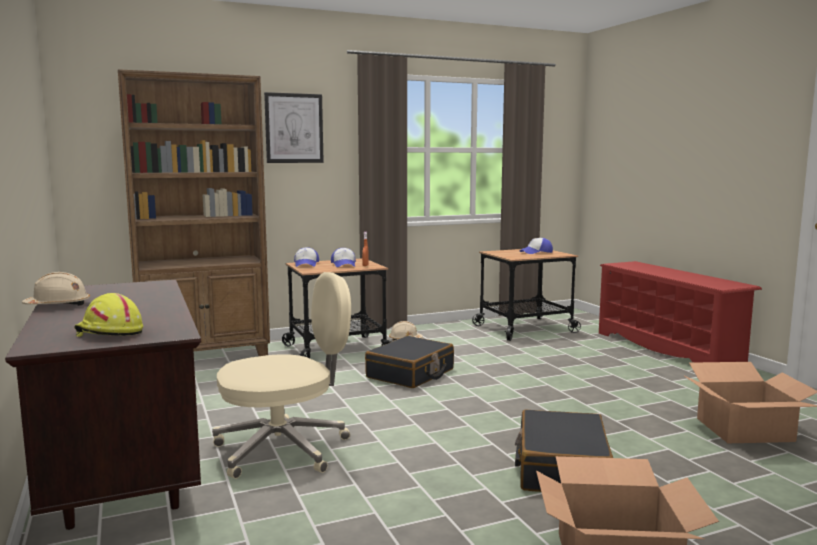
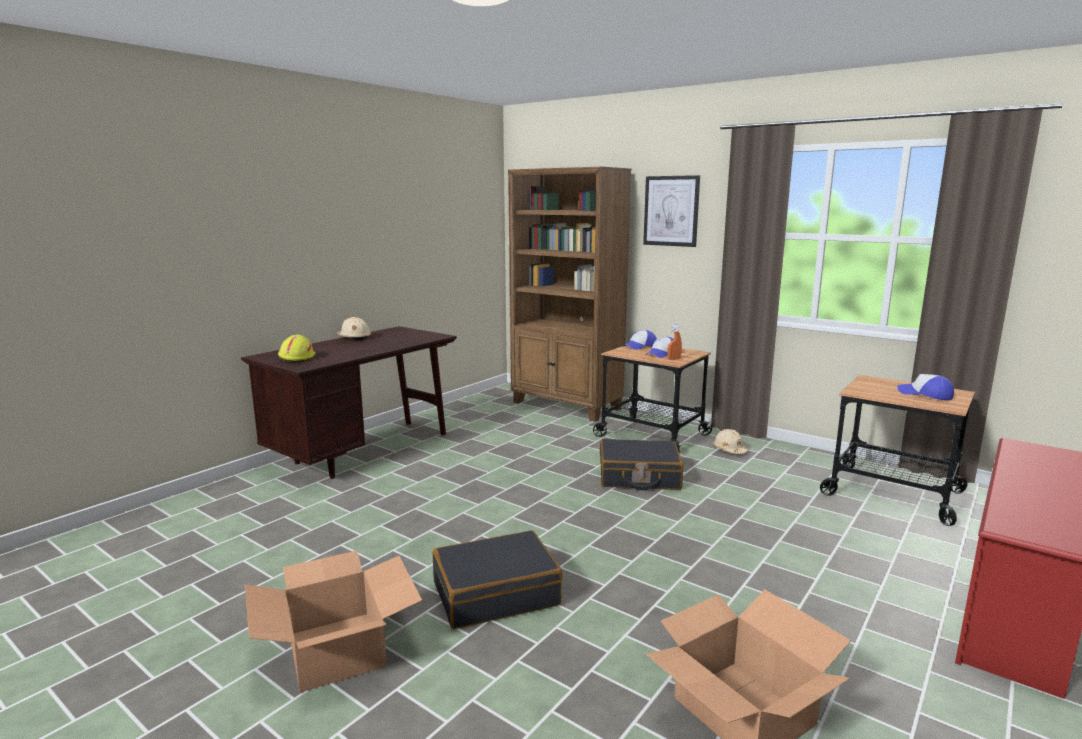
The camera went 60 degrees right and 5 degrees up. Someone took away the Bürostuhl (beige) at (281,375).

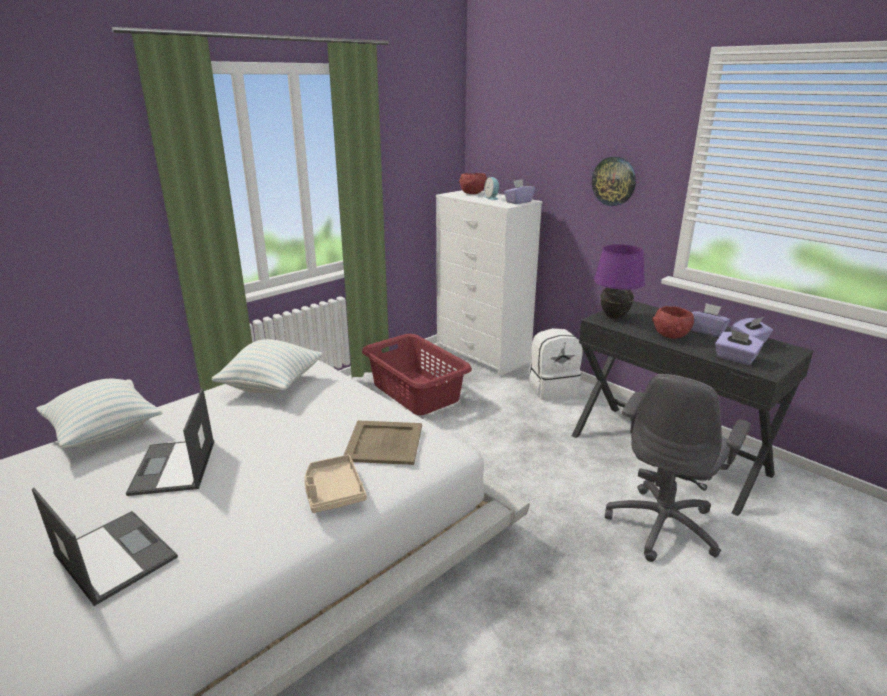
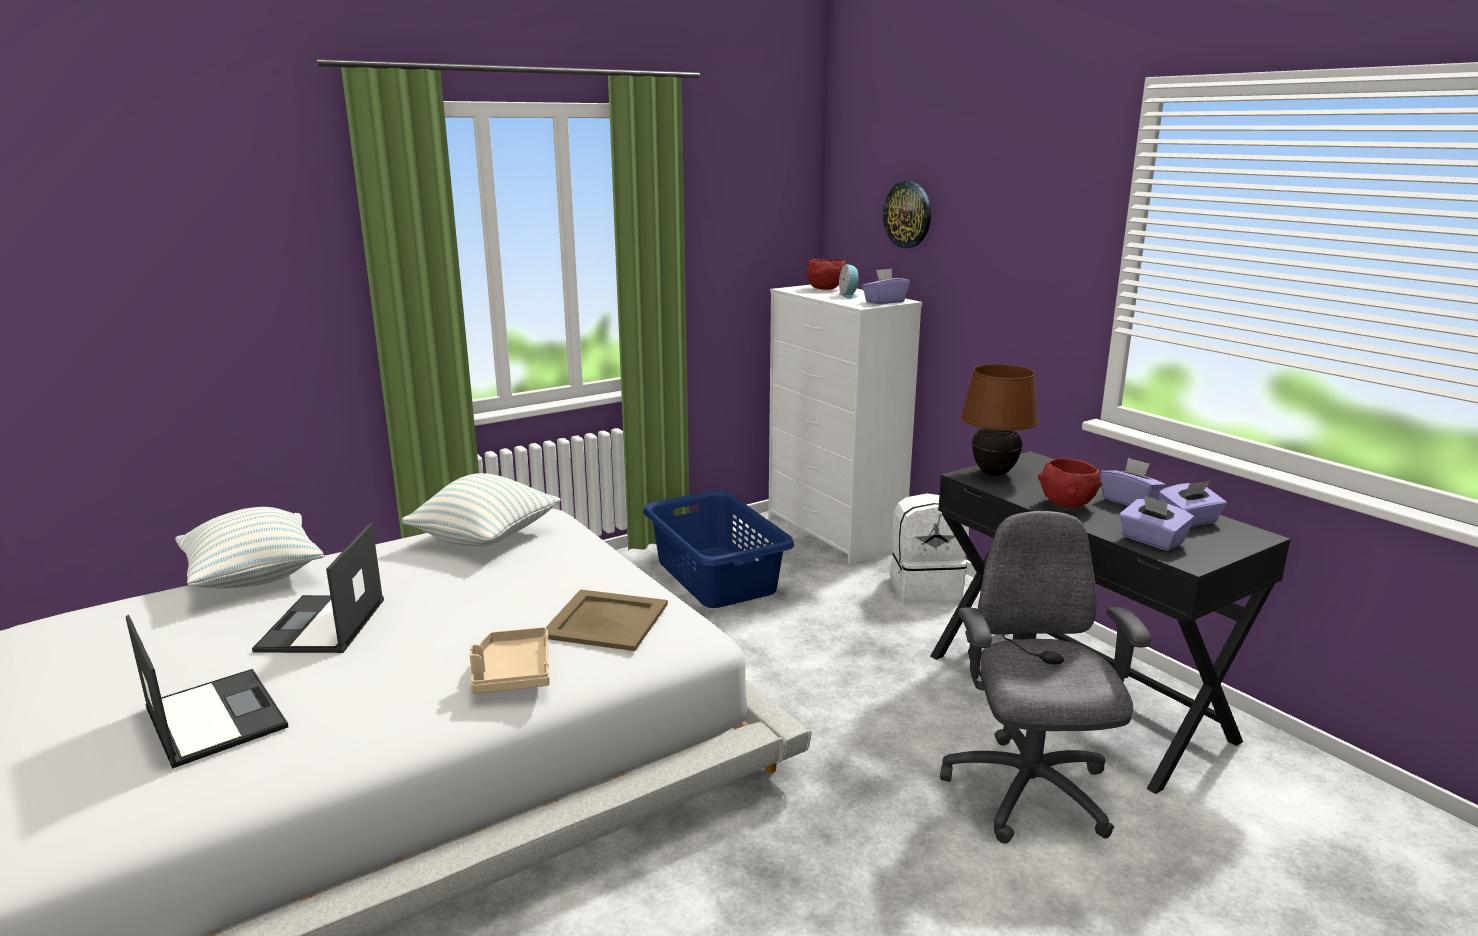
The camera went 10 degrees right and 5 degrees down. Someone repainted the Wäschekorb (rot) at (417,374), which became the Wäschekorb (blau) at (718,549). Someone carried the Wanduhr from (614,181) to (907,214). Someone repainted the Tischlampe (lila) at (619,281), which became the Tischlampe (braun) at (999,420). Someone rotated the Bürostuhl (grau) at (678,468) by 135 degrees clockwise.

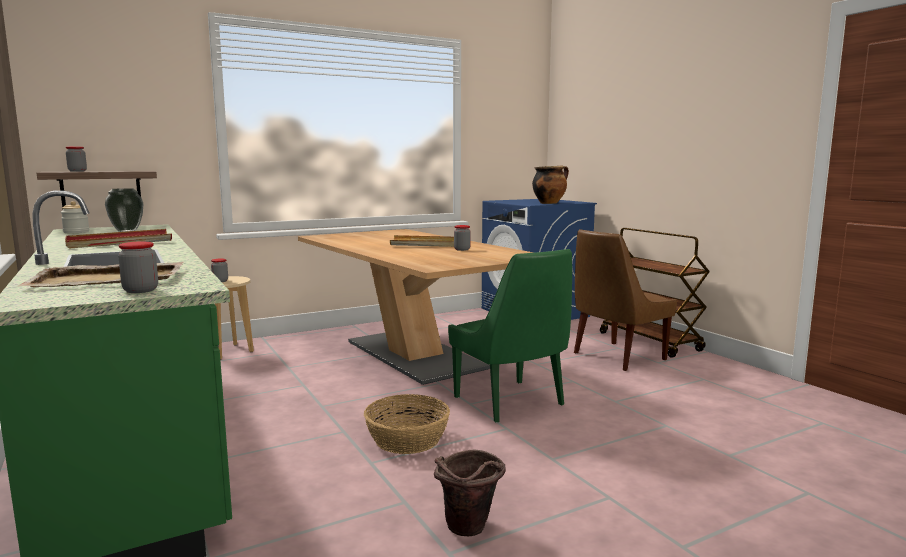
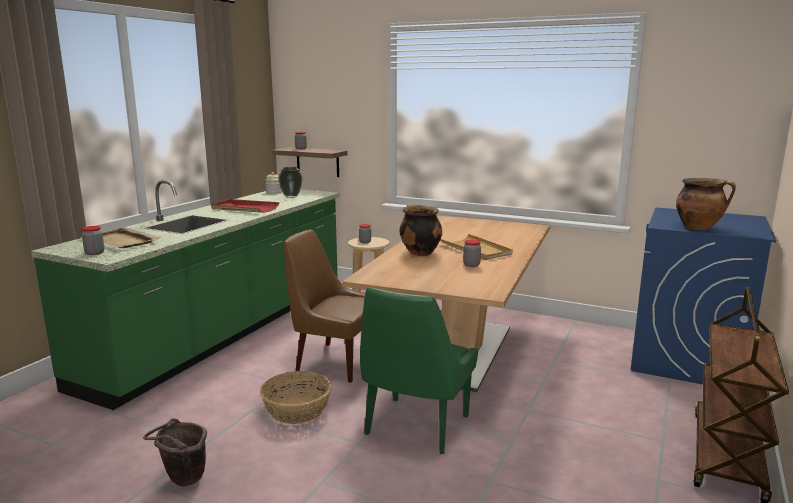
The camera went 55 degrees right and 5 degrees up. Someone carried the Stuhl (braun) from (625,300) to (324,306). Someone put down the Kochtopf at (420,230).

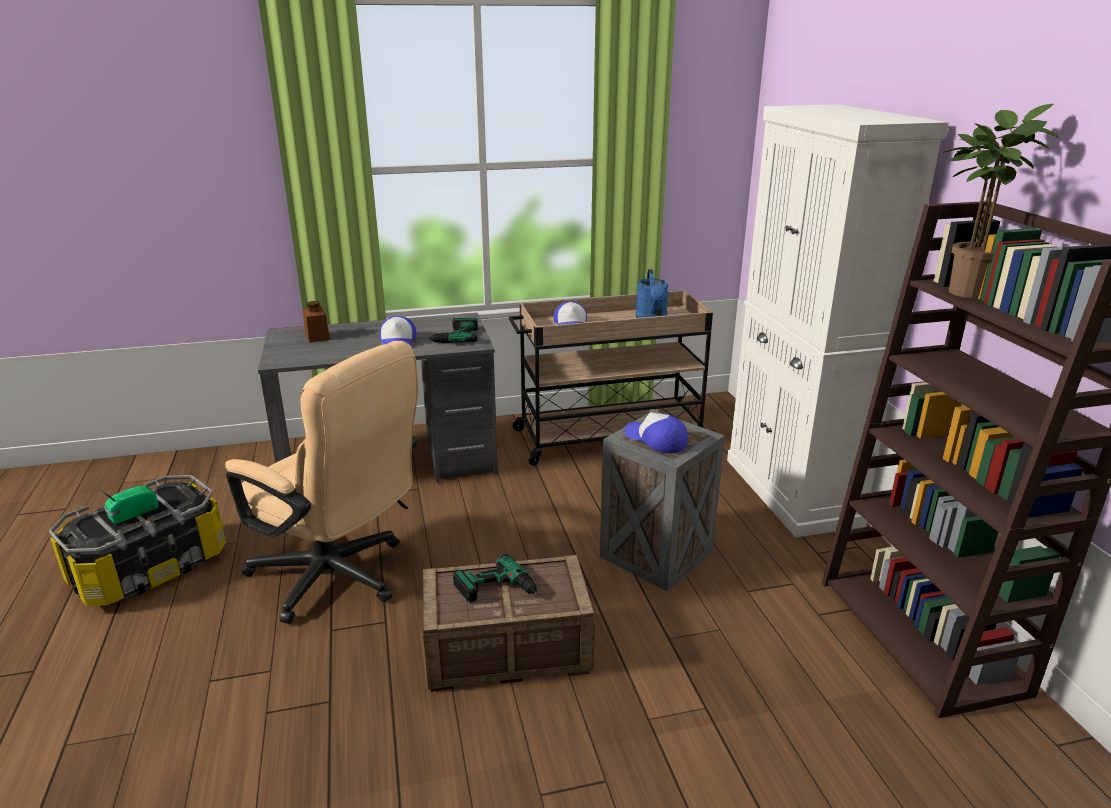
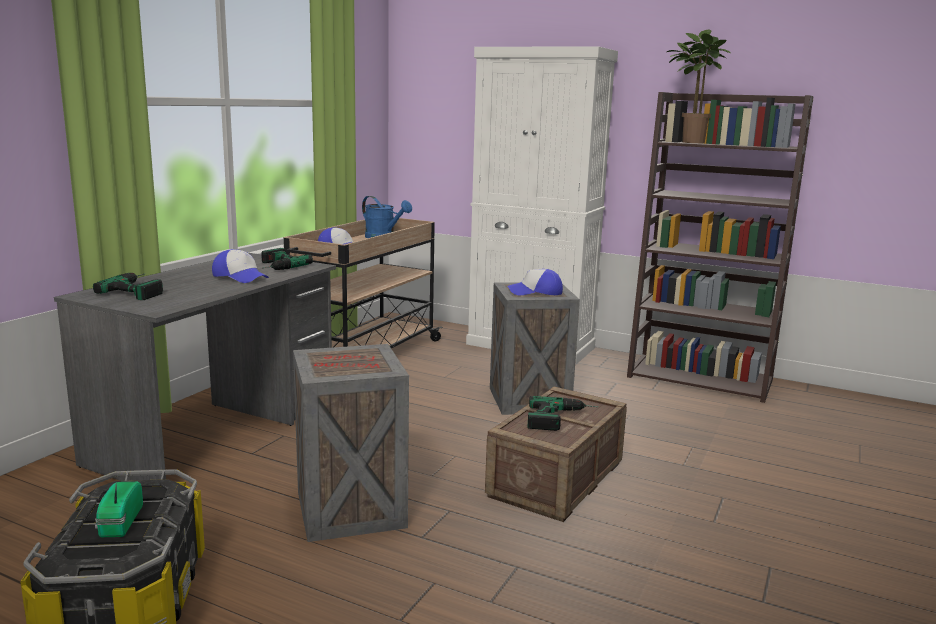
The camera went 50 degrees left and 10 degrees down. Someone swapped the Bürostuhl (beige) at (321,482) for the Kiste at (351,443). Someone swapped the Vorratsglas (braun) at (316,322) for the Bohrmaschine at (128,286).

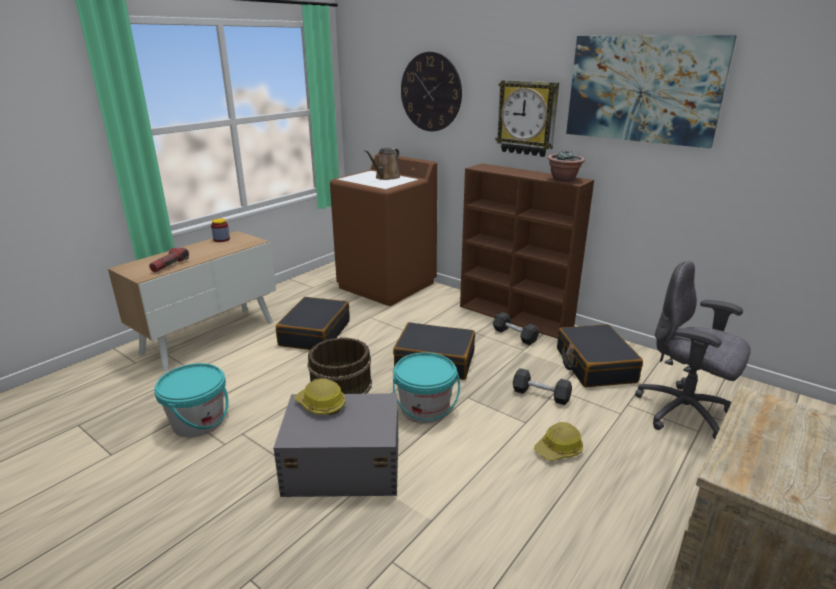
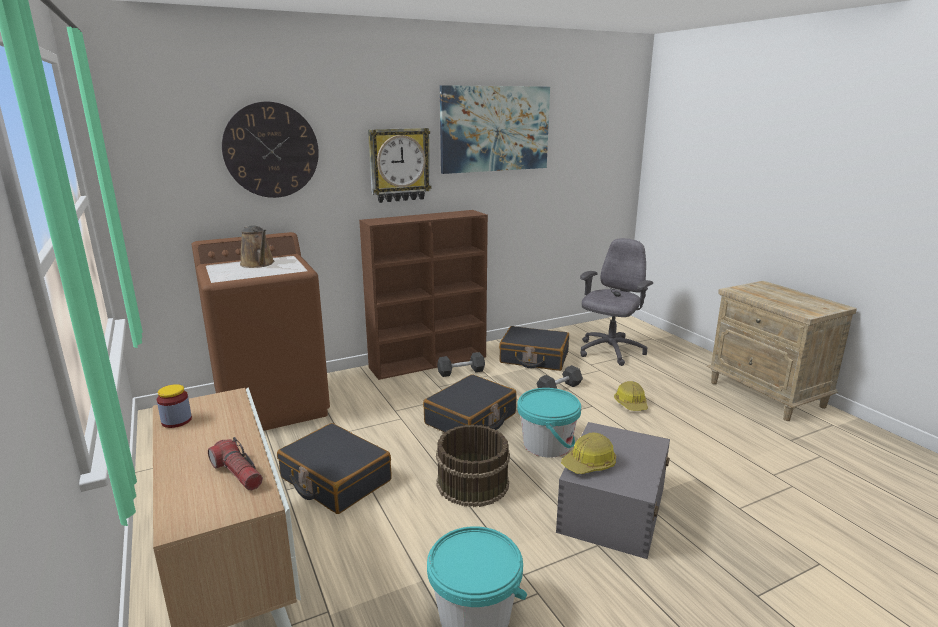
The camera went 65 degrees left and 5 degrees down. Someone took away the Topfpflanze at (566,166). Someone rotated the Bürostuhl (grau) at (693,350) by 150 degrees clockwise.

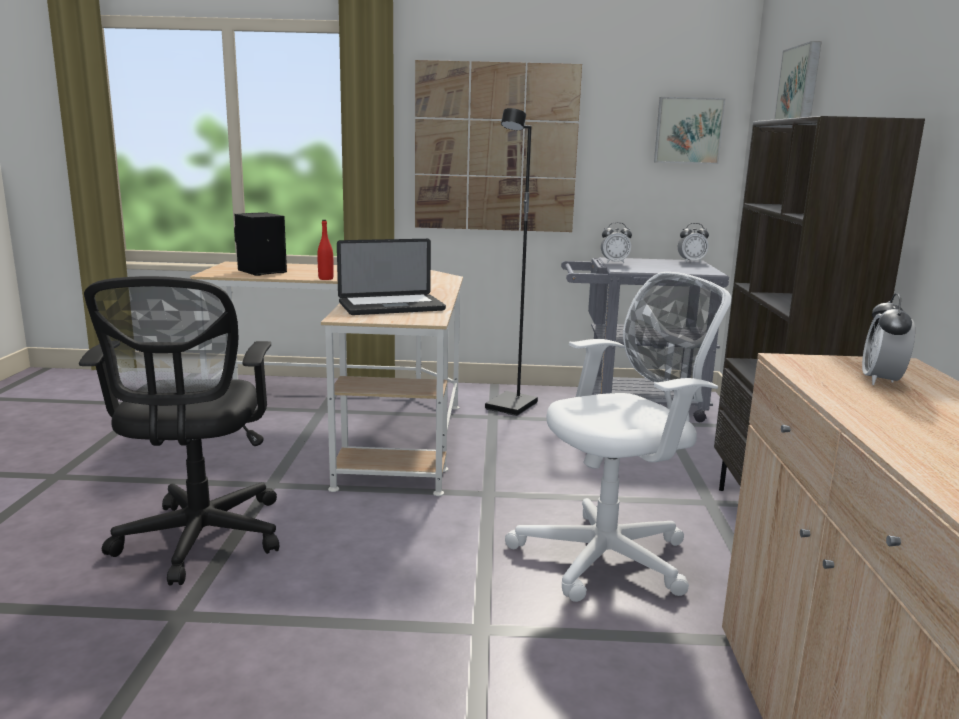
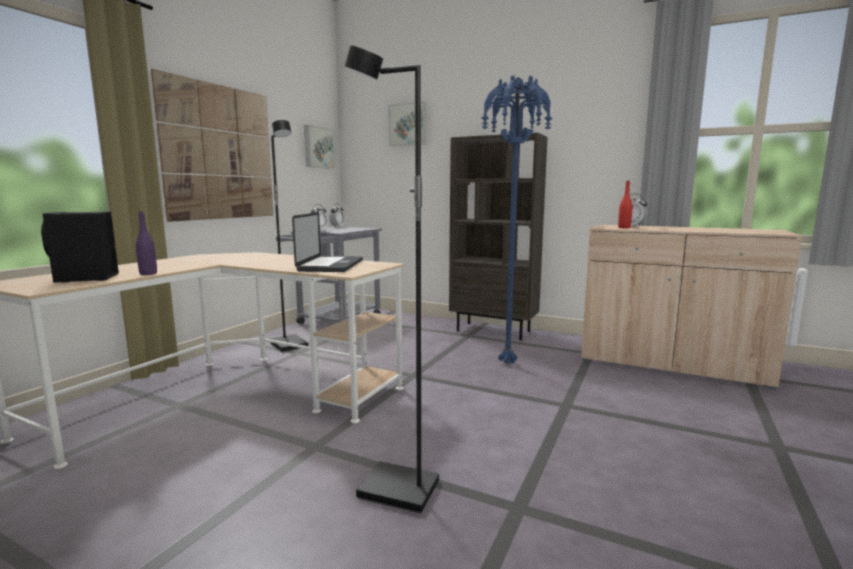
The camera went 65 degrees left and 5 degrees down. Someone swapped the Bürostuhl (schwarz) at (179,430) for the Stehlampe (schwarz) at (391,279). Someone carried the Flasche (rot) from (325,250) to (625,204). Someone swapped the Bürostuhl (weiß) at (618,437) for the Stehlampe (blau) at (516,219). Someone put down the Flasche (lila) at (146,243).

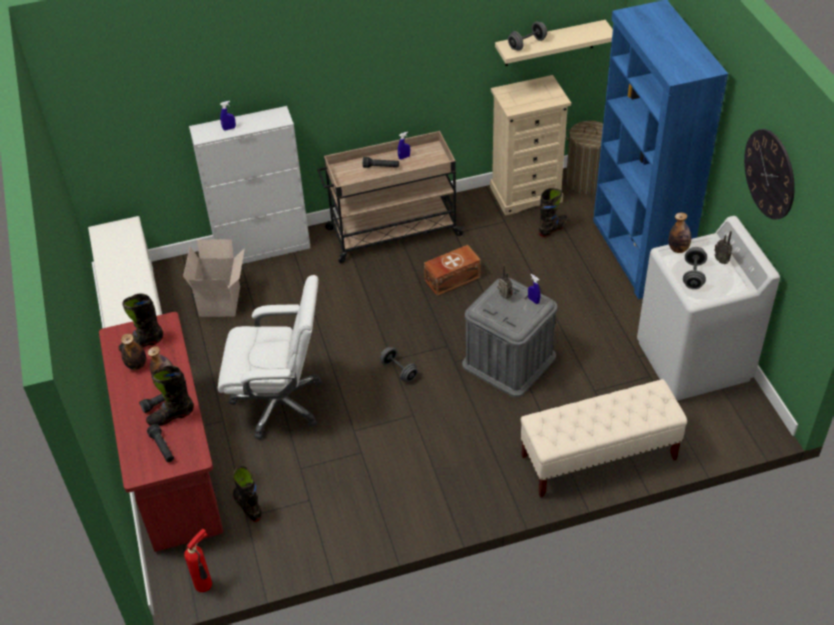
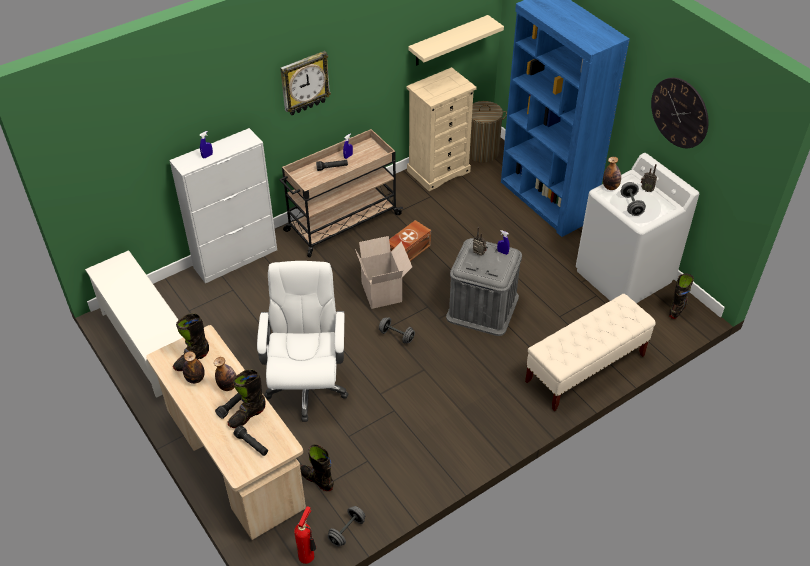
The camera went 20 degrees left and 0 degrees up. Someone repainted the Schreibtisch (rot) at (161,432), which became the Schreibtisch (beige) at (226,432). Someone carried the Karton from (214,278) to (383,272). Someone rotated the Bürostuhl (weiß) at (270,357) by 75 degrees counterclockwise. Someone carried the Hantel (grau) from (527,36) to (346,526). Someone carried the Stiefel (schwarz) from (553,212) to (681,296). Someone put up the Wanduhr at (305,83).

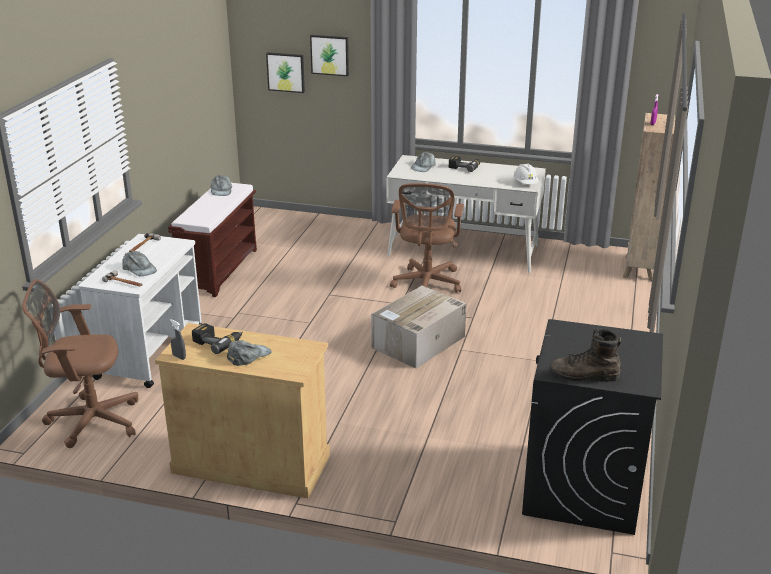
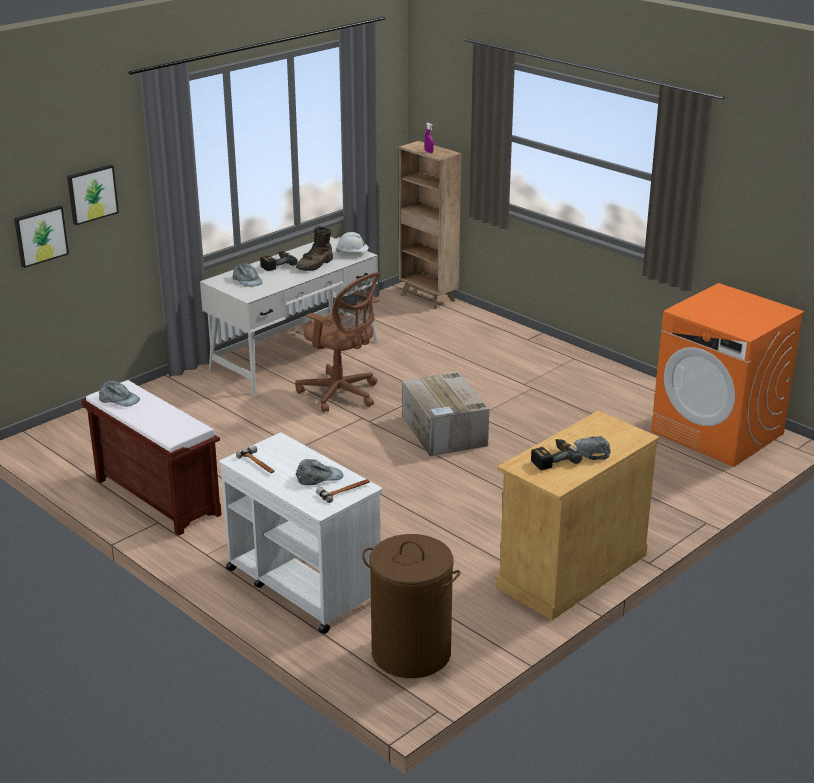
The camera went 60 degrees left and 0 degrees up. Someone swapped the Bürostuhl (braun) at (80,363) for the Wäschekorb (braun) at (411,606). Someone took away the Sprühflasche (grau) at (178,339). Someone repainted the Waschmaschine (schwarz) at (592,427), which became the Waschmaschine (orange) at (728,375). Someone carried the Stiefel (braun) from (585,355) to (314,248).

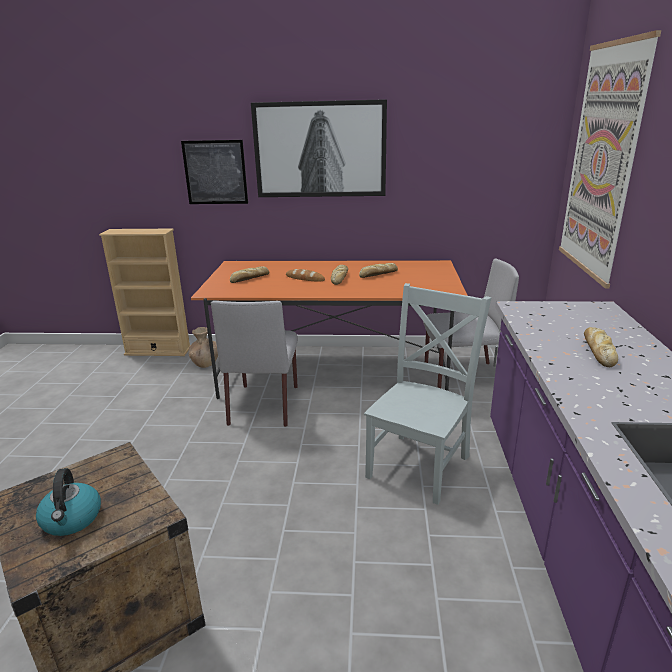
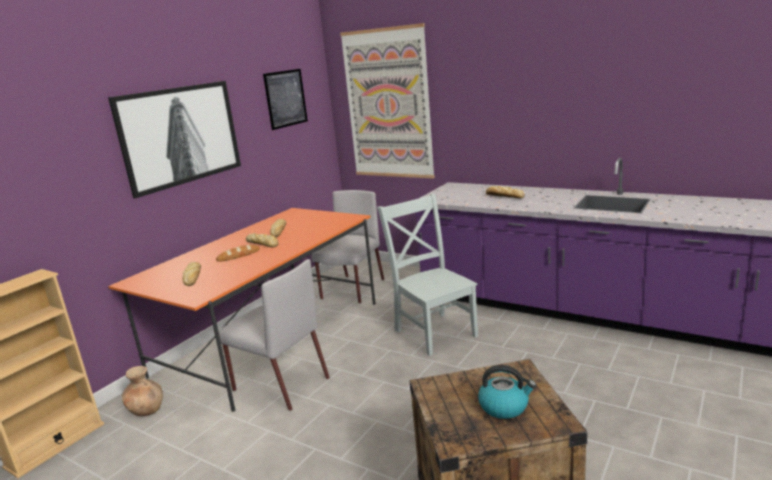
The camera went 60 degrees left and 5 degrees down. Someone carried the Bild from (214,172) to (285,99).

